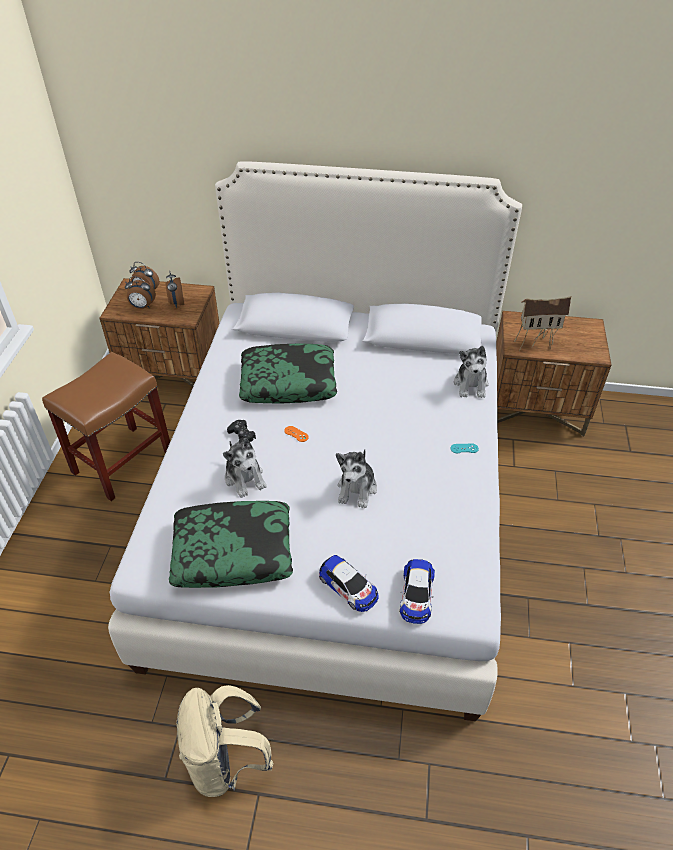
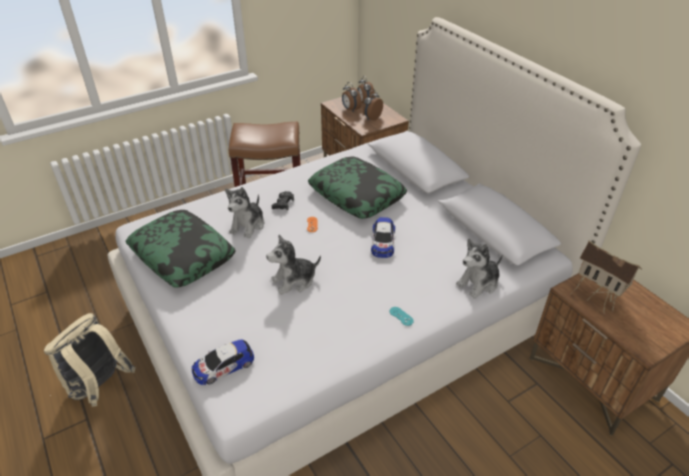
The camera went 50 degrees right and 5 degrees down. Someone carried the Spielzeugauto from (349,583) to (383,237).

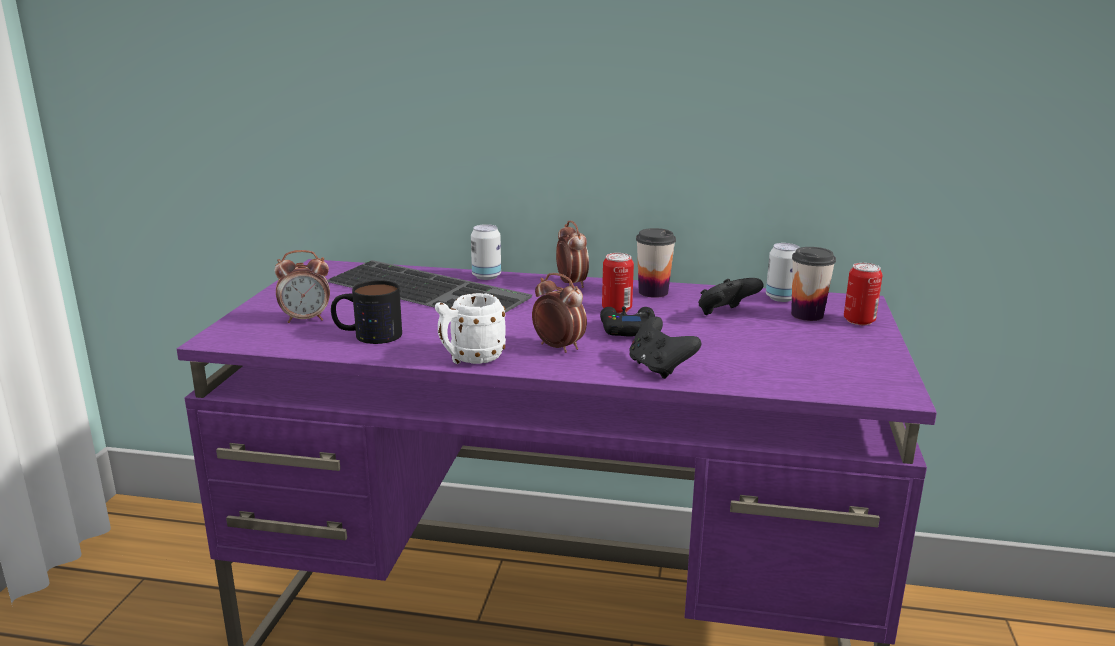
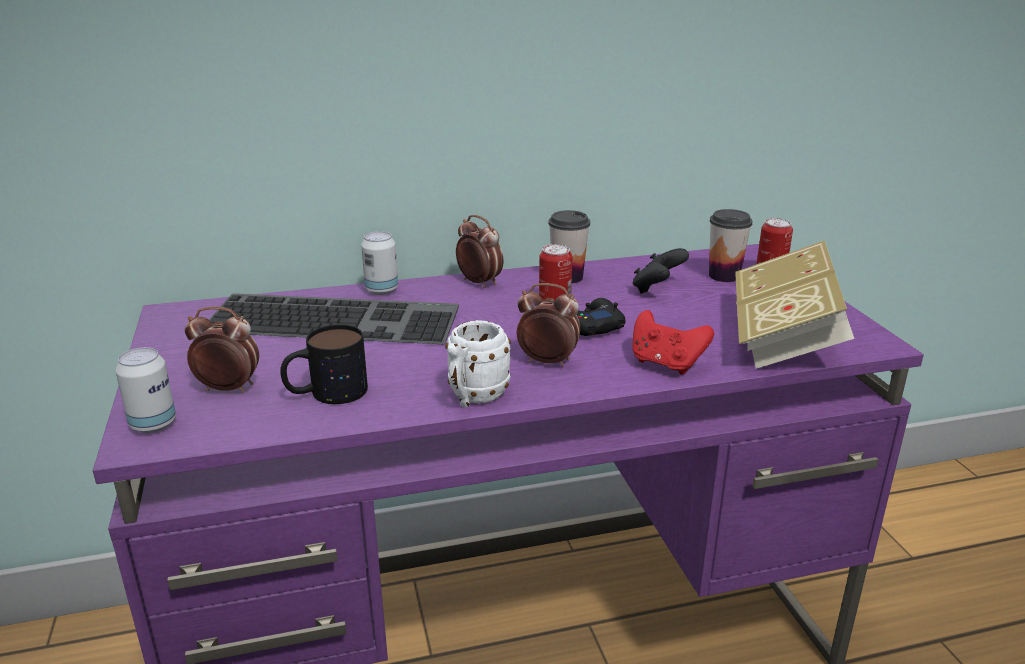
The camera went 25 degrees left and 5 degrees up. Someone rotated the Wecker at (302,286) by 135 degrees counterclockwise. Someone repainted the Gamepad (schwarz) at (665,348), which became the Gamepad (rot) at (673,342). Someone carried the Dose from (783,272) to (146,390). Someone put down the Buch at (794,304).

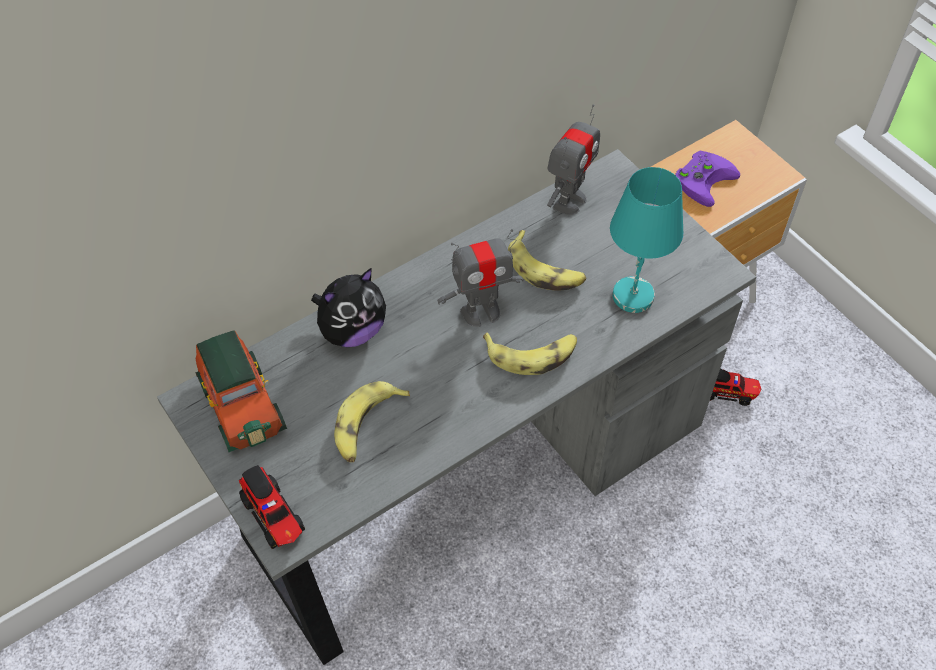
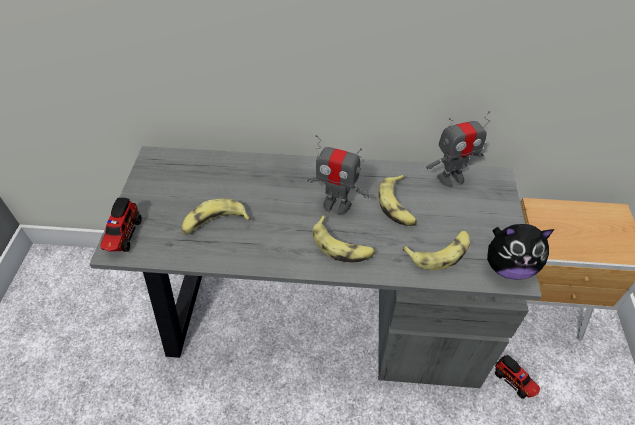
The camera went 40 degrees right and 5 degrees down. Someone took away the Spielzeugauto at (241,391). Someone carried the Plüschtier from (348,307) to (521,252). Someone swapped the Tischlampe (türkis) at (646,240) for the Banane at (436,250). Someone took away the Gamepad (lila) at (707,179).

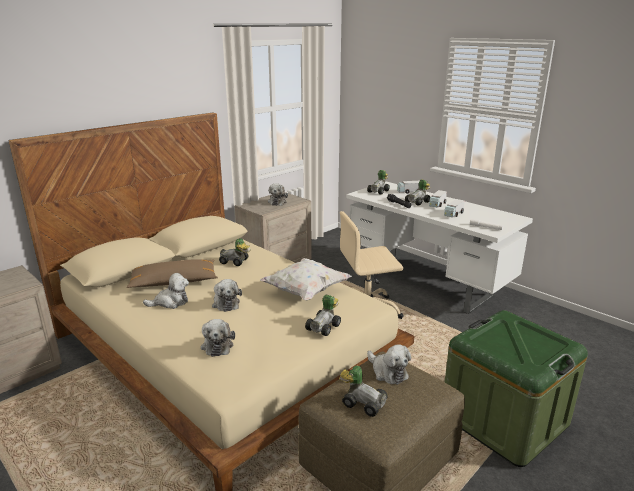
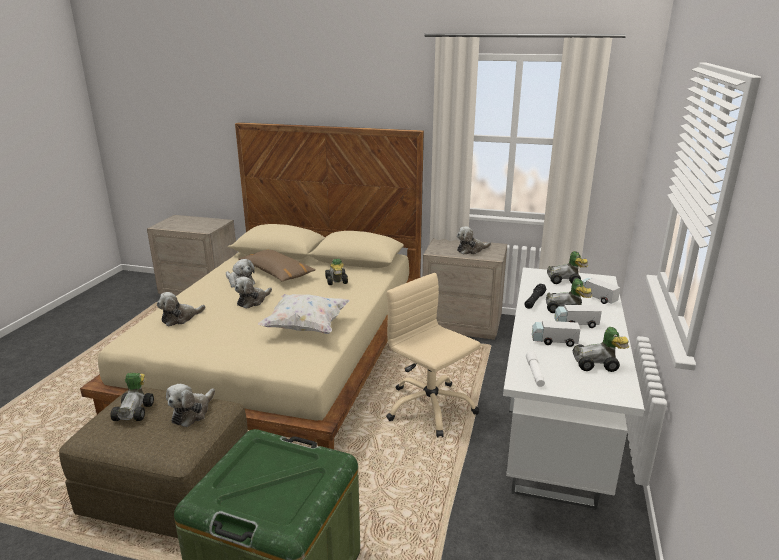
The camera went 60 degrees right and 0 degrees up. Someone carried the Spielzeugauto from (323,315) to (601,349).

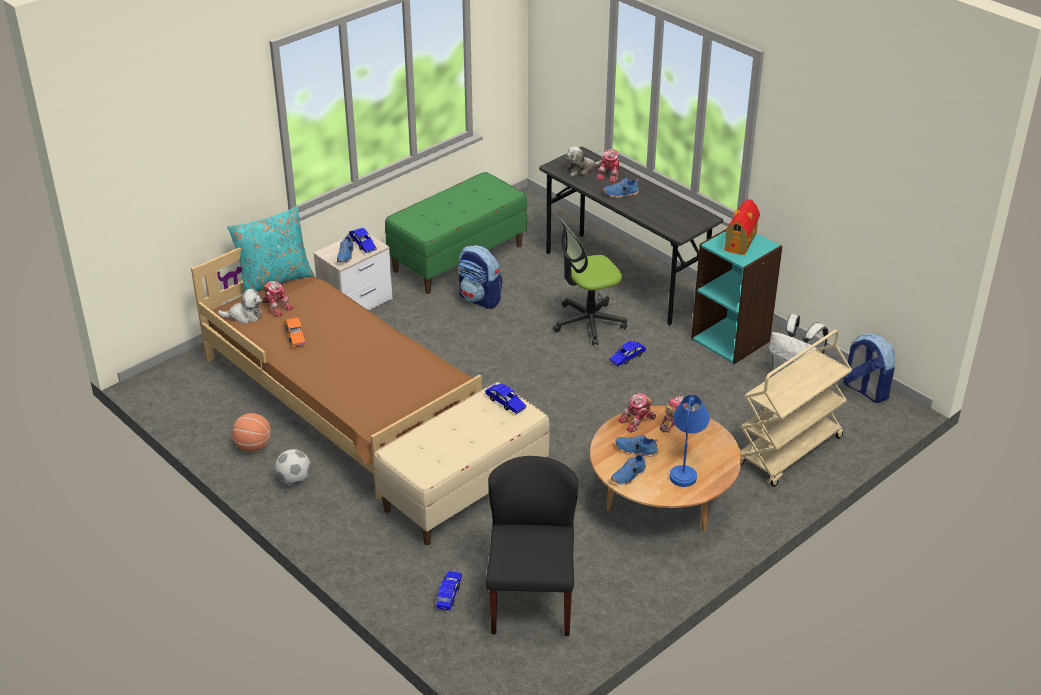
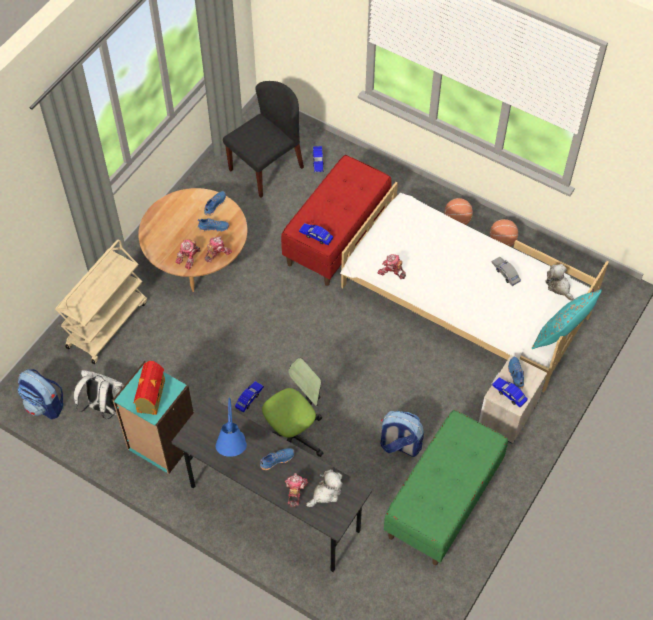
The camera went 165 degrees right and 20 degrees up. Someone repainted the Bett (braun) at (336,374), which became the Bett (weiß) at (474,287). Someone rotated the Plüschtier at (240,306) by 75 degrees clockwise. Someone carried the Spielzeugroboter from (278,299) to (392,266). Someone swapped the Fußball at (293,467) for the Basketball at (459,211). Someone repainted the Spielzeugauto (orange) at (295,332), which became the Spielzeugauto (grau) at (506,271). Someone repainted the Bank (beige) at (462,463), which became the Bank (rot) at (336,220). Someone rotated the Stuhl (schwarz) at (532,546) by 120 degrees counterclockwise. Someone carried the Tischlampe (blau) from (690,441) to (231,427).

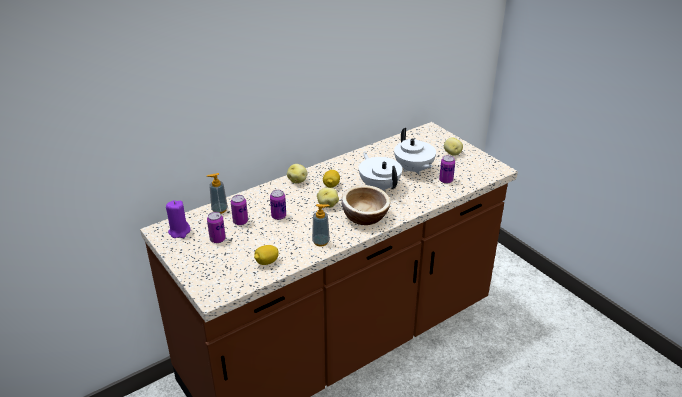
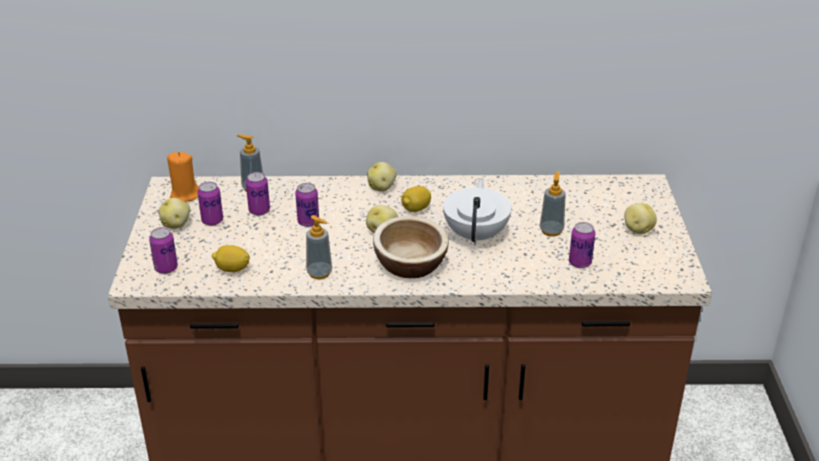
The camera went 35 degrees right and 0 degrees up. Someone repainted the Kerze (lila) at (178,219), which became the Kerze (orange) at (183,177). Someone swapped the Teekanne (weiß) at (415,151) for the Seifenspender at (553,204). Someone put down the Dose at (163,250). Someone put down the Kartoffel at (174,213).

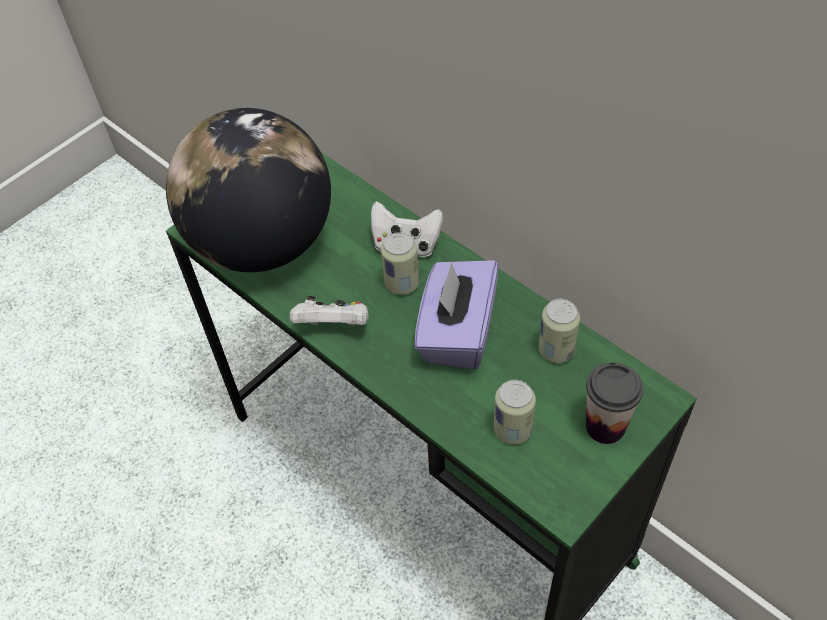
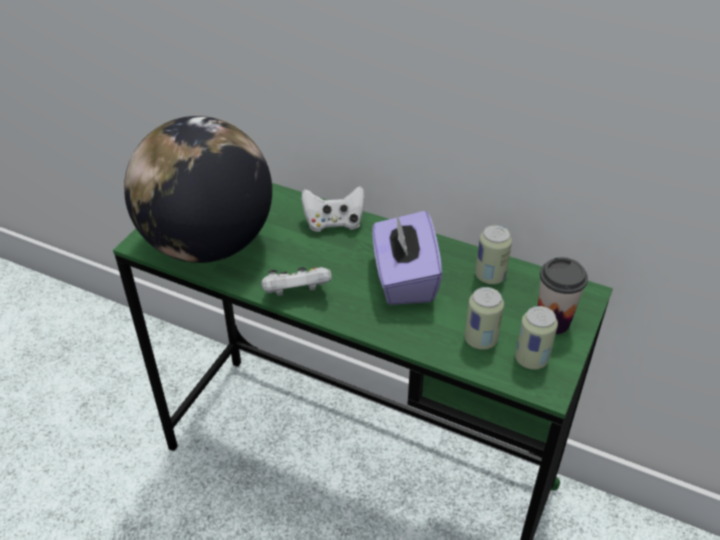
The camera went 20 degrees left and 10 degrees down. Someone carried the Dose from (400,263) to (536,337).

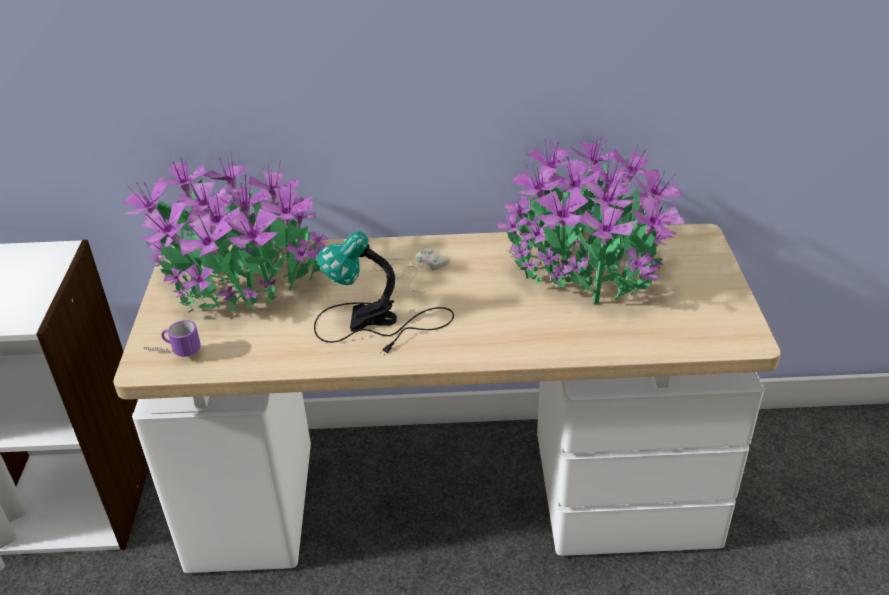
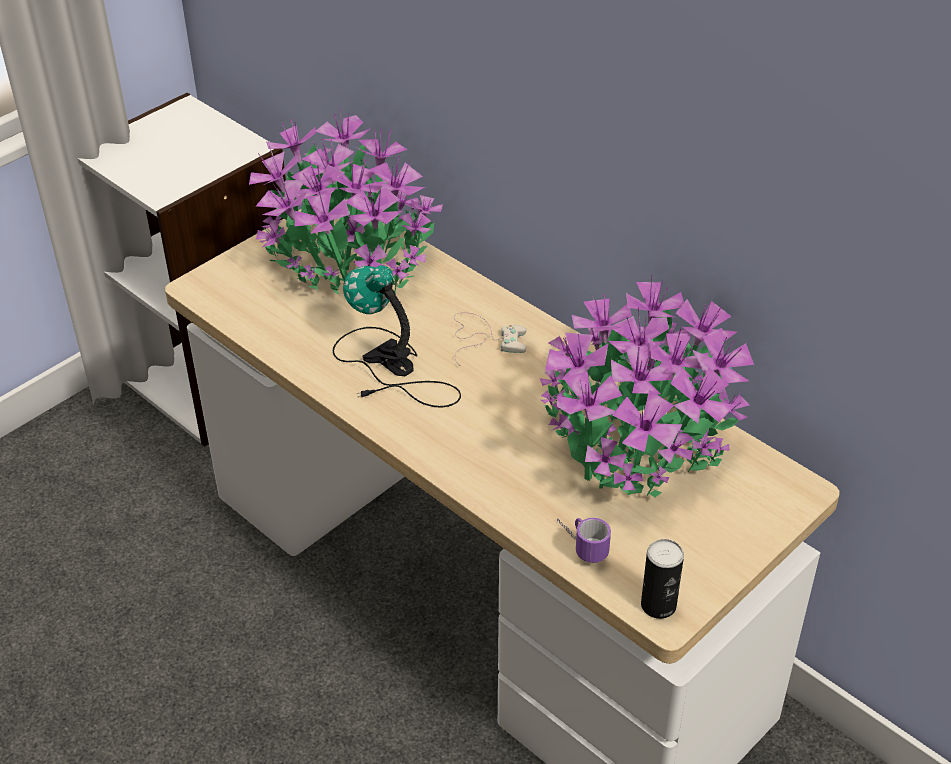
The camera went 45 degrees right and 5 degrees up. Someone carried the Henkelbecher from (172,338) to (584,540). Someone put down the Dose at (662,579).

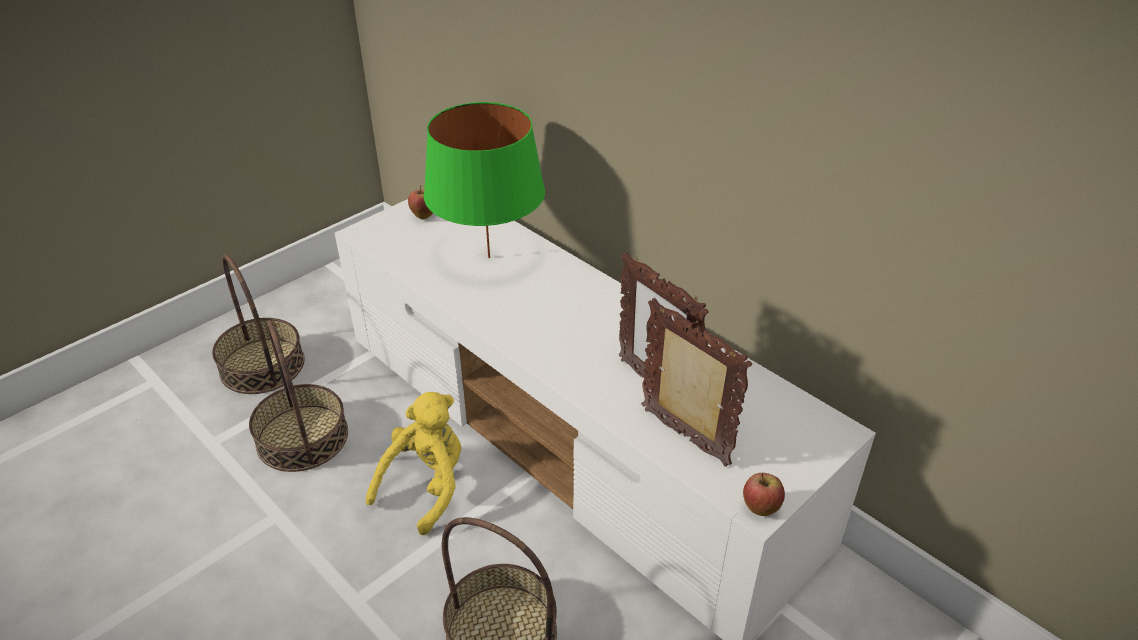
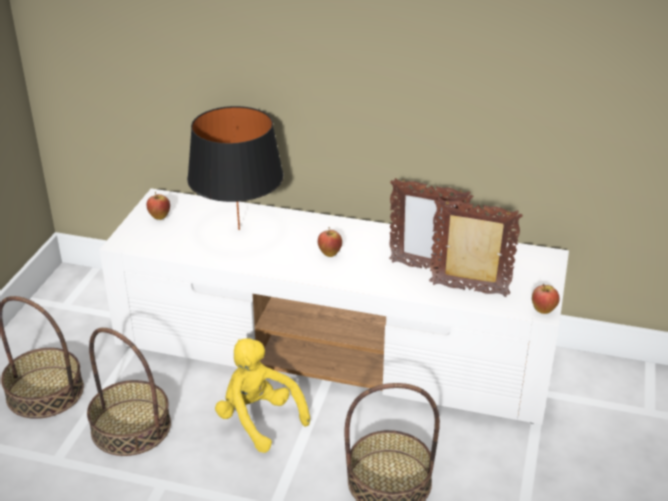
The camera went 30 degrees left and 5 degrees down. Someone rotated the Plüschtier (gelb) at (413,463) by 45 degrees counterclockwise. Someone repainted the Tischlampe (grün) at (484,180), which became the Tischlampe (schwarz) at (235,168). Someone put down the Apfel at (330,242).

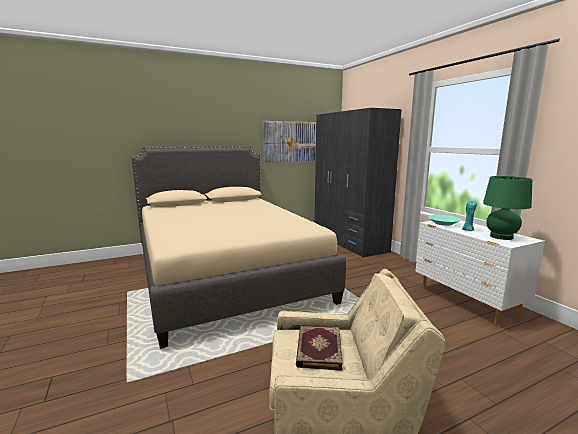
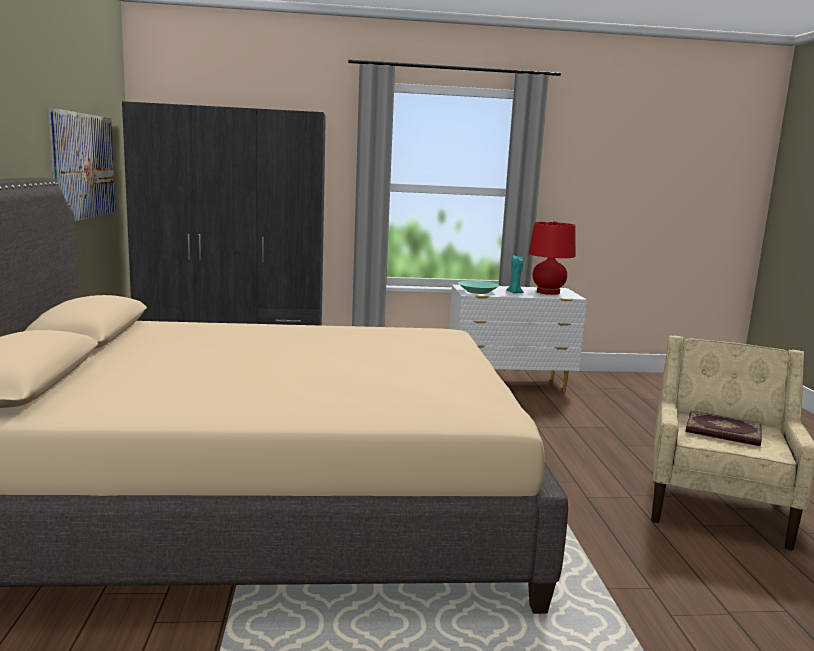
The camera went 70 degrees left and 0 degrees up. Someone repainted the Tischlampe (grün) at (508,207), which became the Tischlampe (rot) at (552,258).

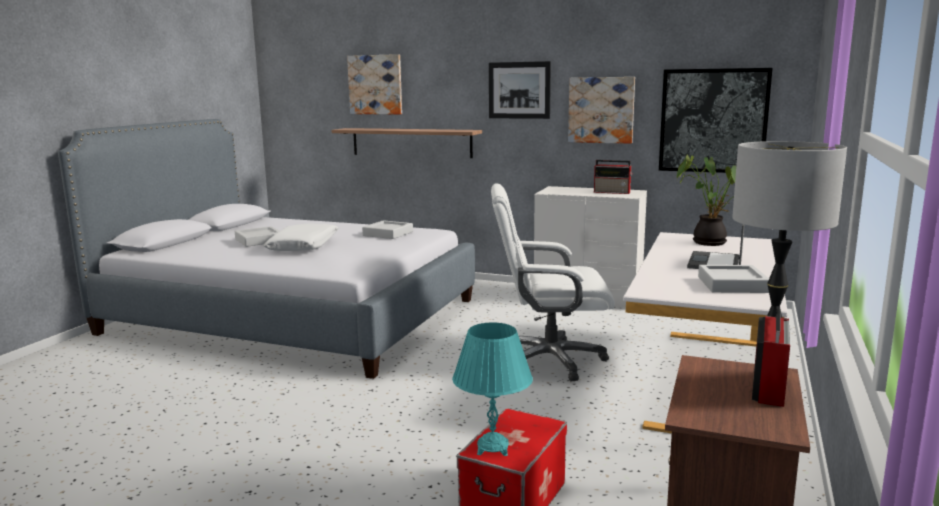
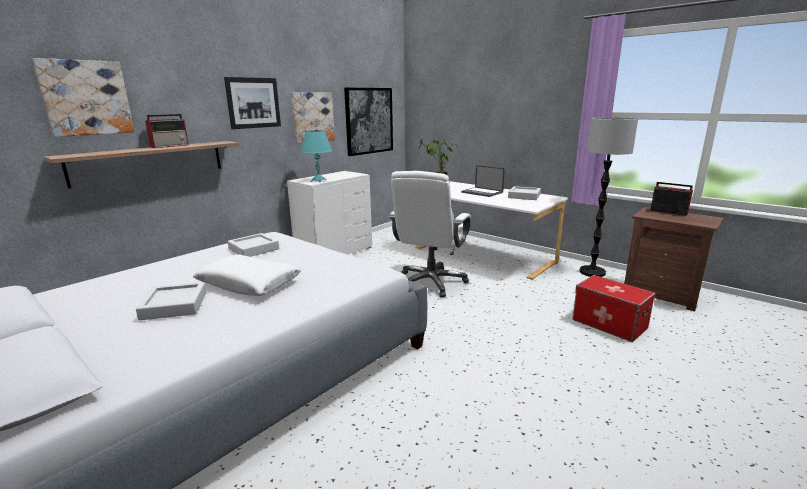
The camera went 70 degrees left and 5 degrees up. Someone carried the Tischlampe (türkis) from (492,389) to (316,156). Someone carried the Radio from (613,177) to (167,131).

